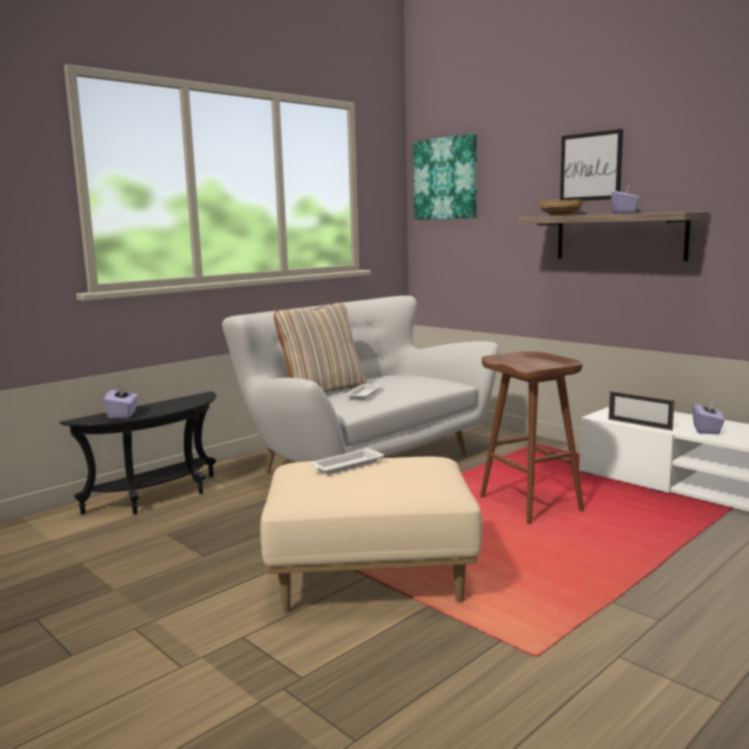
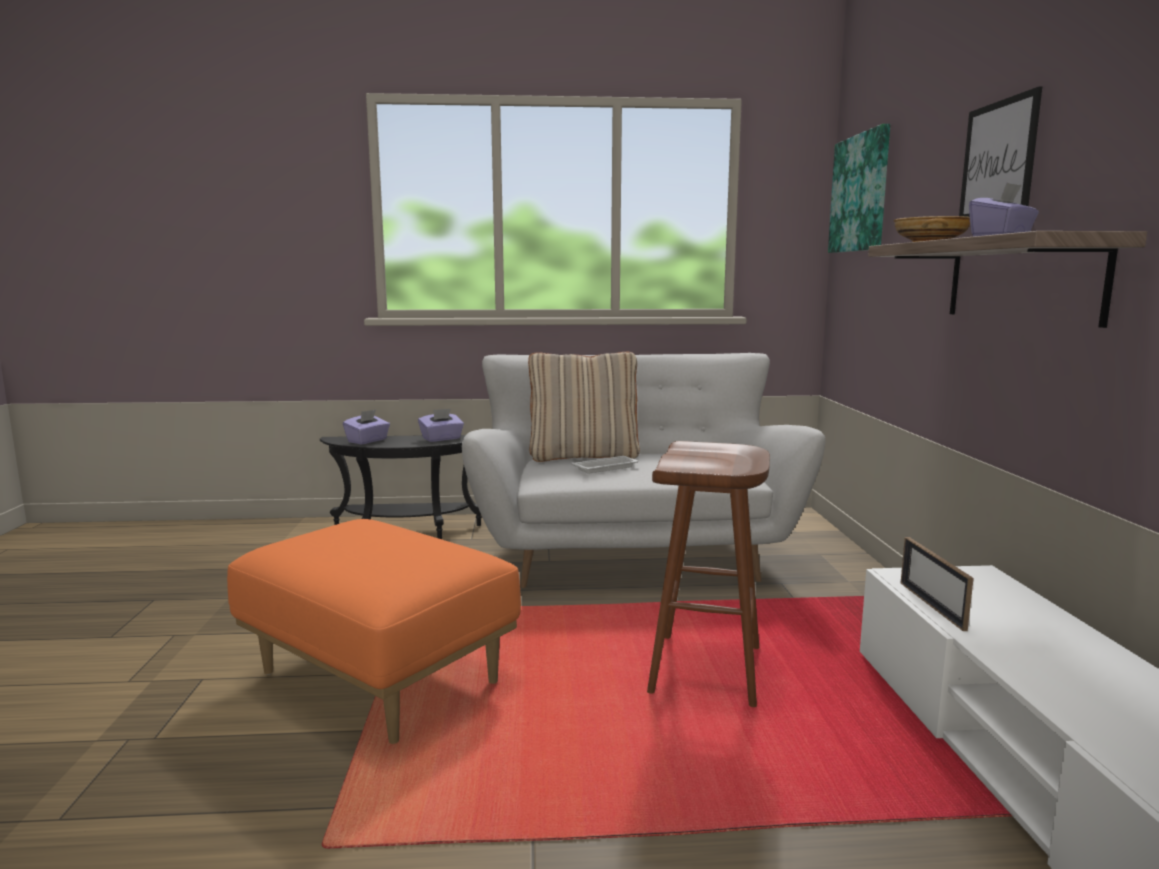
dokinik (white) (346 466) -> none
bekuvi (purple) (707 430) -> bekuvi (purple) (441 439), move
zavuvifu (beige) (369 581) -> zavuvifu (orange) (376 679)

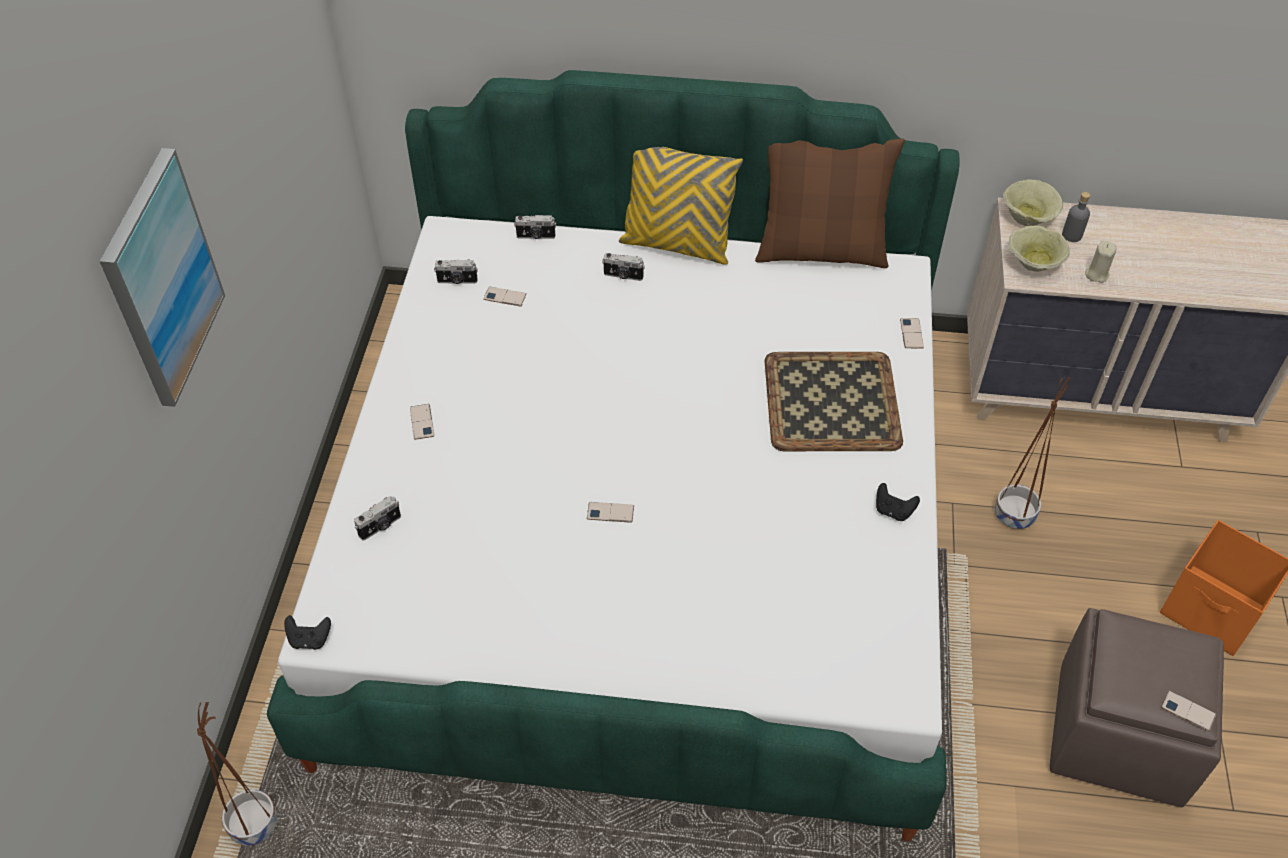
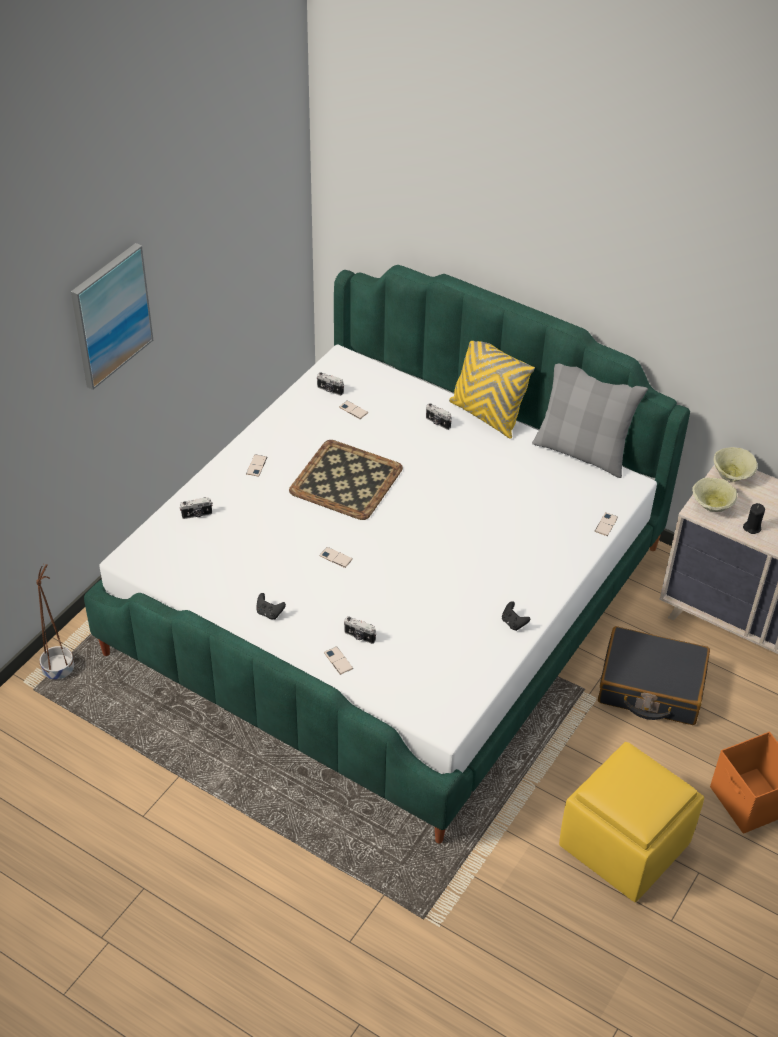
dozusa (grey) (1071 235) -> none
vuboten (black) (310 640) -> vuboten (black) (269 613), move
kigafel (536 236) -> kigafel (359 637), move
dokinik (832 401) -> dokinik (347 480), move
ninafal (1188 711) -> ninafal (338 660), move
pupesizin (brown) (1015 514) -> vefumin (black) (651 687)
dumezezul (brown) (821 251) -> dumezezul (grey) (582 452)
zavuvifu (brown) (1120 733) -> zavuvifu (yellow) (625 845)
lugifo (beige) (1096 274) -> lugifo (black) (752 527)

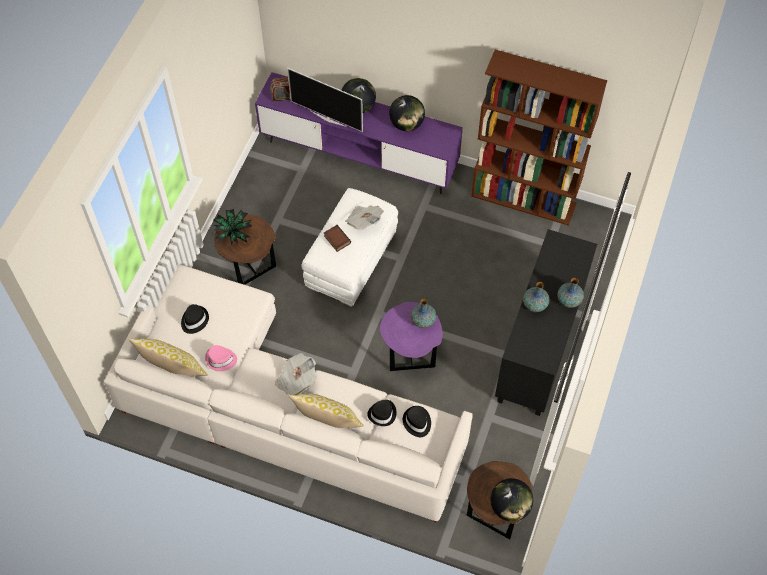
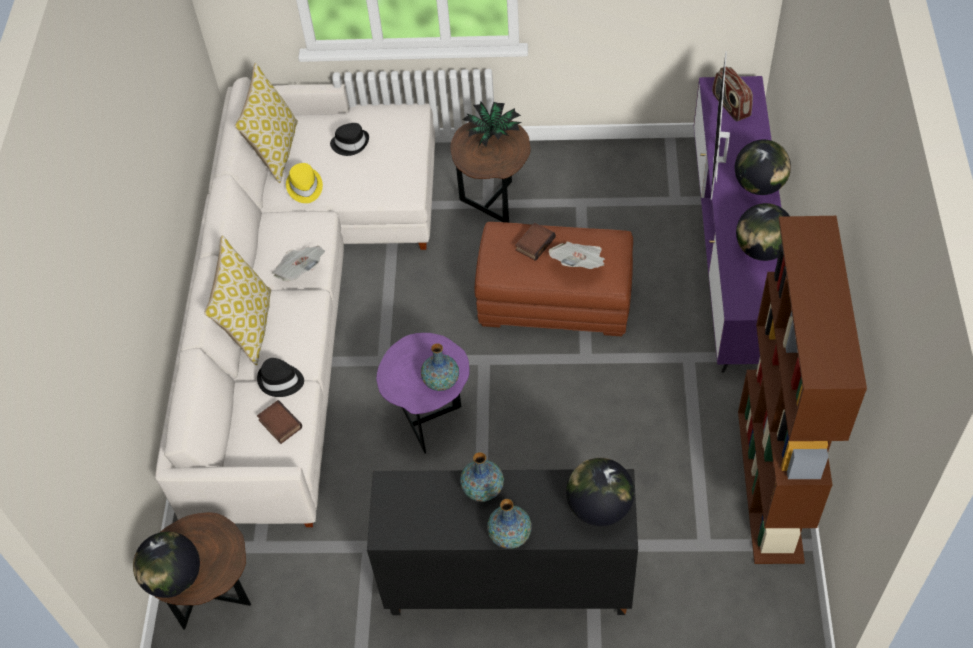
none -> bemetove (599 507)
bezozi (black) (417 422) -> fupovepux (279 424)
bezozi (pink) (221 359) -> bezozi (yellow) (304 187)
zavuvifu (white) (351 259) -> zavuvifu (brown) (556 301)

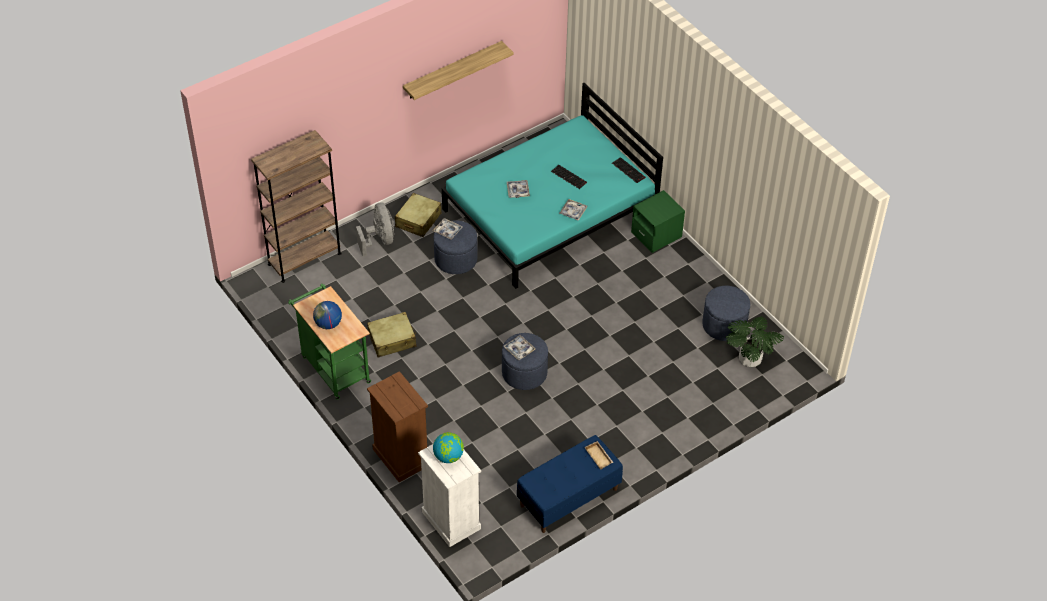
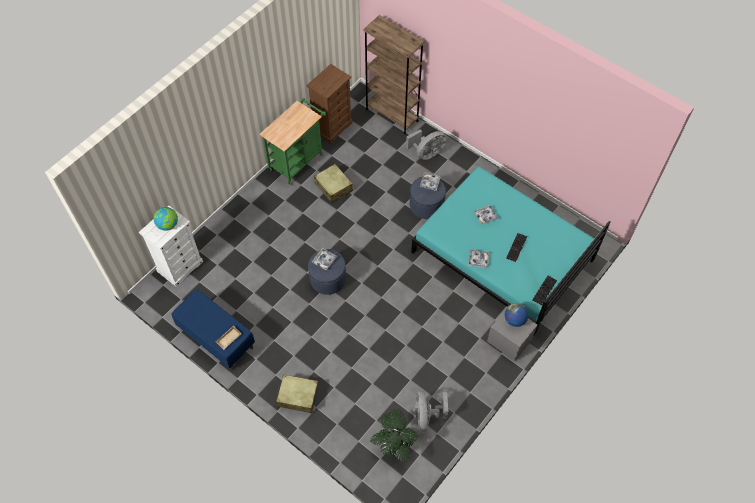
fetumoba (453 70) -> none
bemetove (328 324) -> bemetove (514 320), move
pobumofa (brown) (400 457) -> pobumofa (brown) (332 126), move
vefumin (beige) (418 220) -> vefumin (beige) (298 396), move
zavuvifu (blue) (724 325) -> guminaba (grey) (426 416)
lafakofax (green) (656 235) -> lafakofax (grey) (509 341)

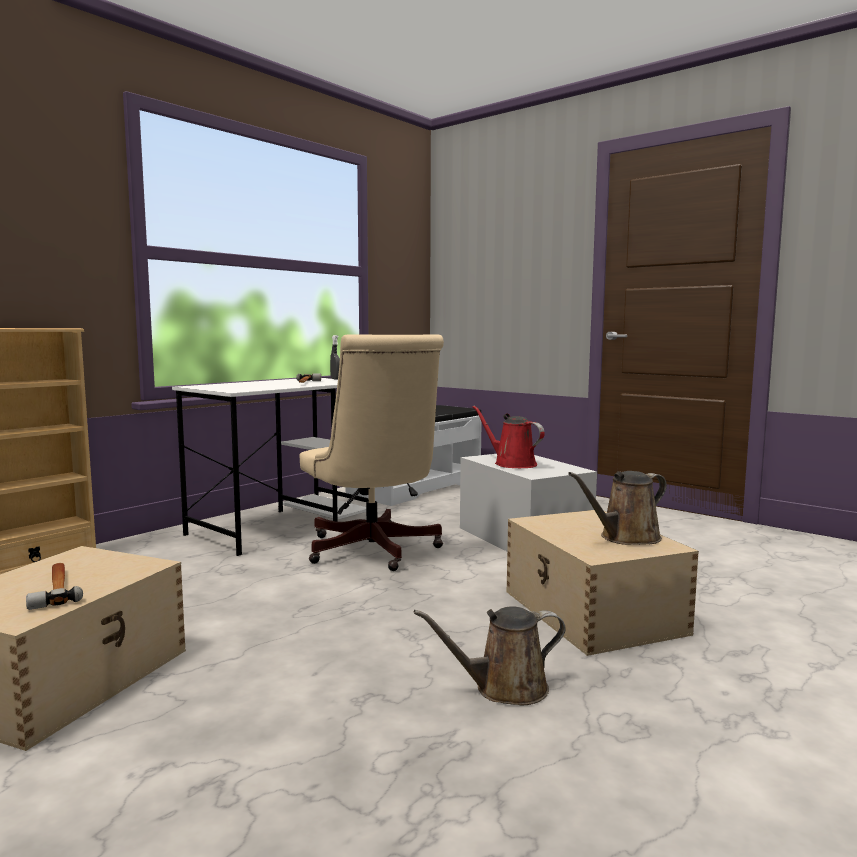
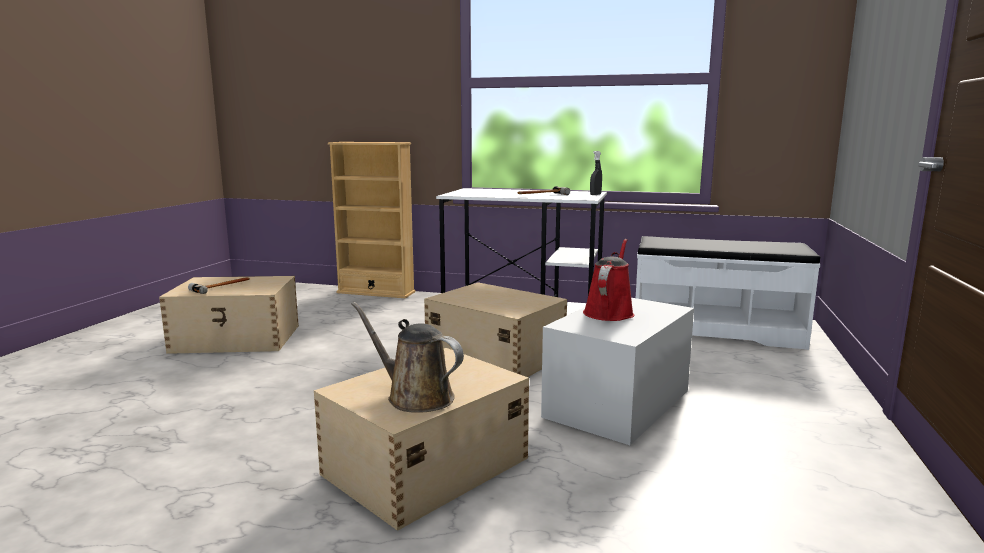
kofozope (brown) (504 688) -> none
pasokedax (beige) (374 552) -> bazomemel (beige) (494 355)

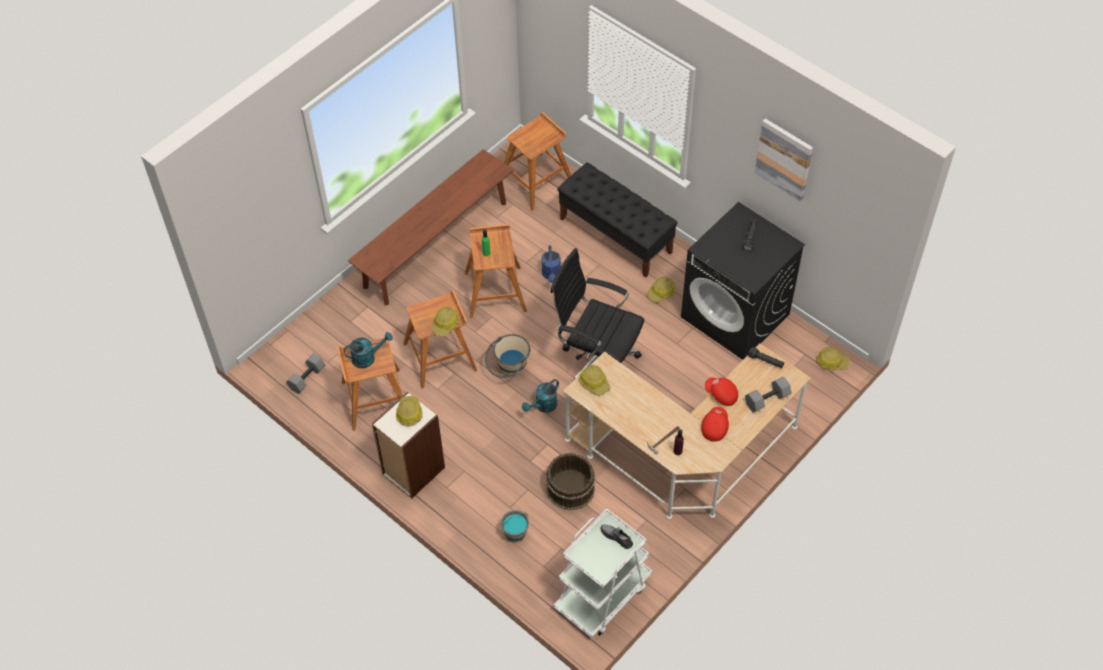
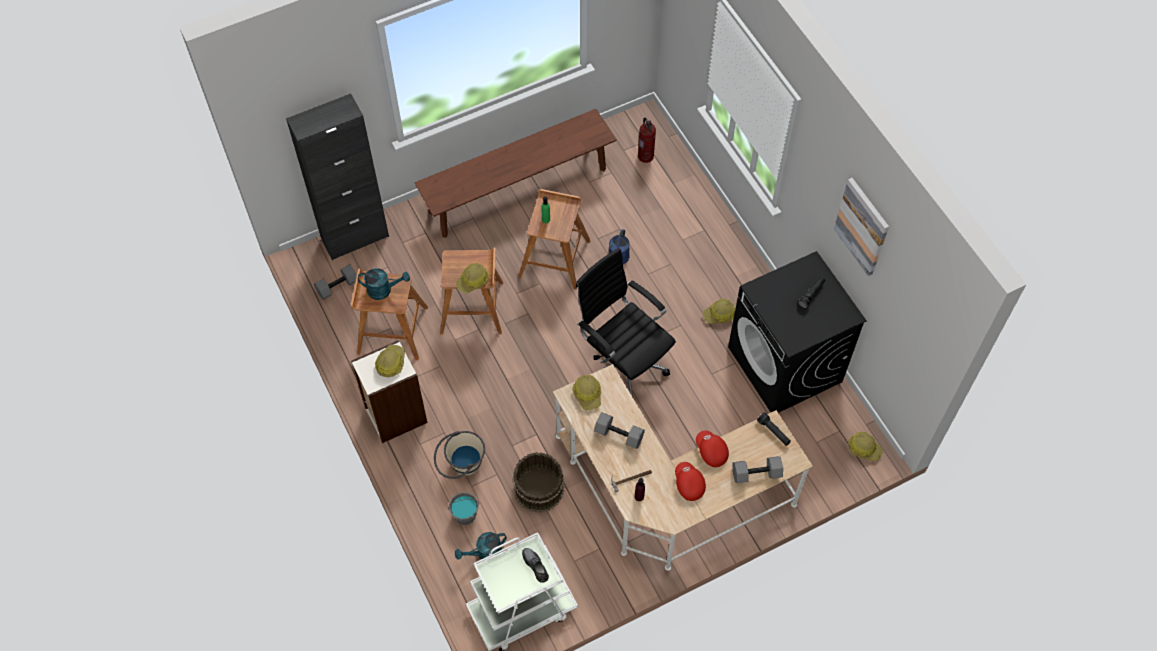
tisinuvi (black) (616 235) -> none
none -> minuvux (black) (355 238)
none -> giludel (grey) (619 434)
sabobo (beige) (508 369) -> sabobo (beige) (461 466), move
kofozope (turquoise) (543 406) -> kofozope (turquoise) (485 554), move
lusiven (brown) (537 181) -> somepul (646 156)
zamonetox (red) (714 427) -> zamonetox (red) (688 484), 60 degrees counterclockwise

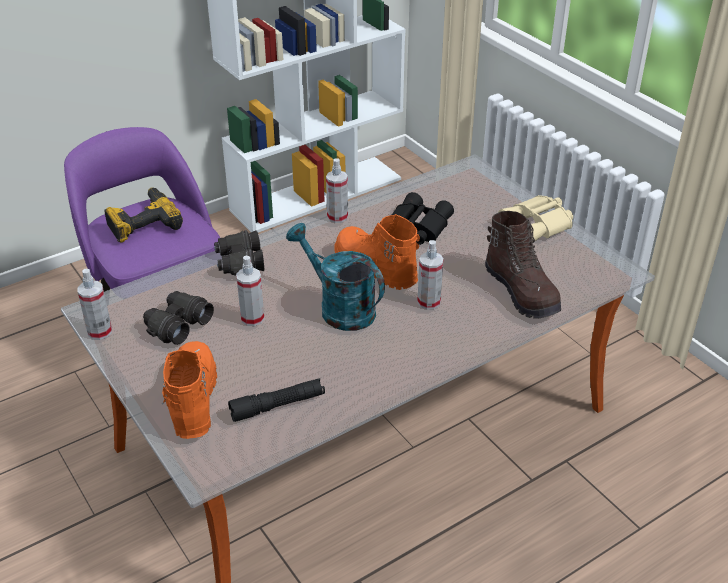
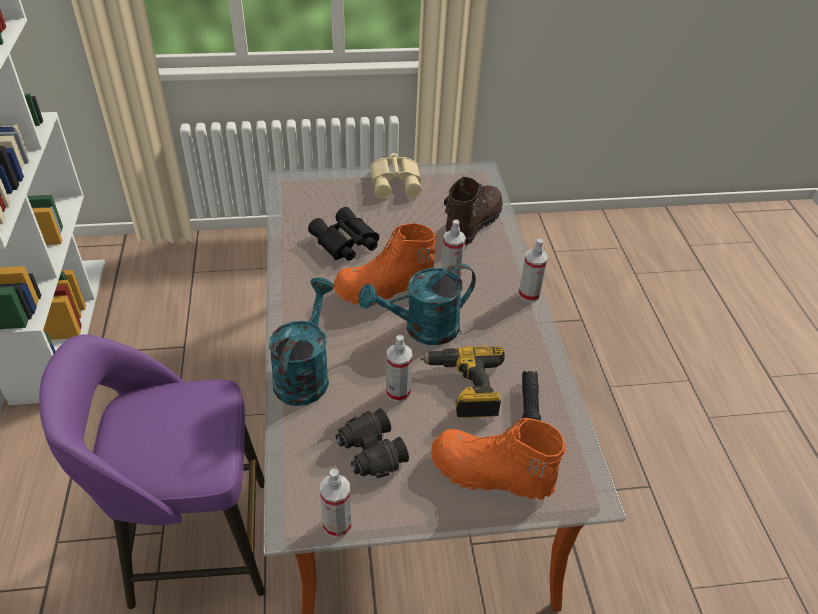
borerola (143 223) -> borerola (465 387), move
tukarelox (337 217) -> tukarelox (529 294), move
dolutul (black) (239 263) -> kofozope (turquoise) (304 373)
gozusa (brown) (522 292) -> gozusa (brown) (471 224), 60 degrees counterclockwise

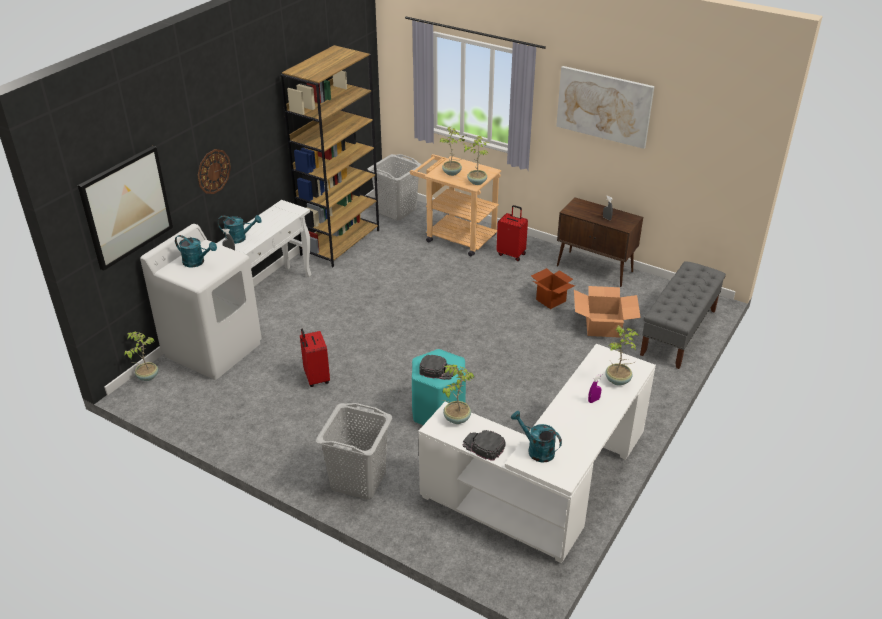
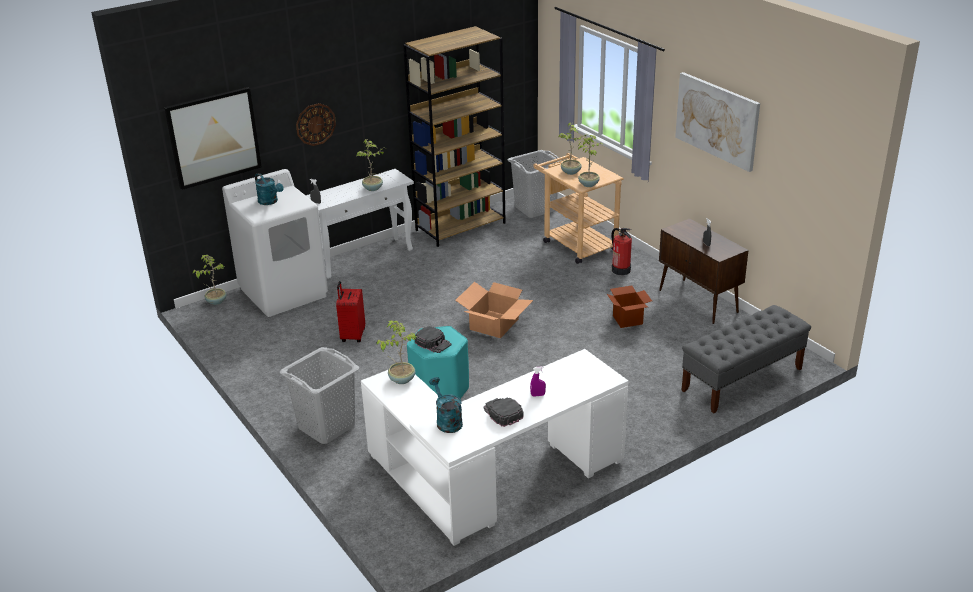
kofozope (turquoise) (240 238) -> none
zamonetox (black) (483 446) -> zamonetox (black) (502 413), move
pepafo (603 325) -> pepafo (494 324), move
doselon (618 380) -> doselon (373 188), move
vefumin (red) (511 254) -> somepul (620 270)

